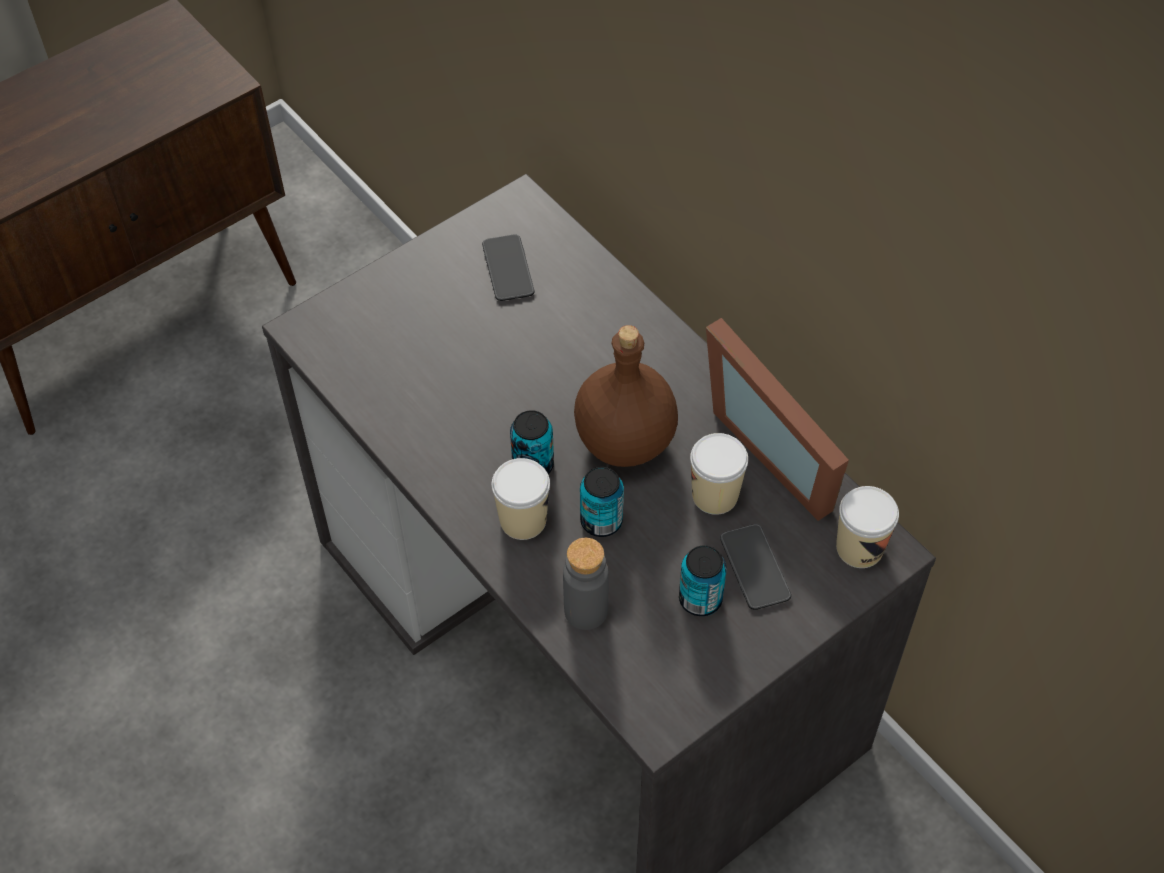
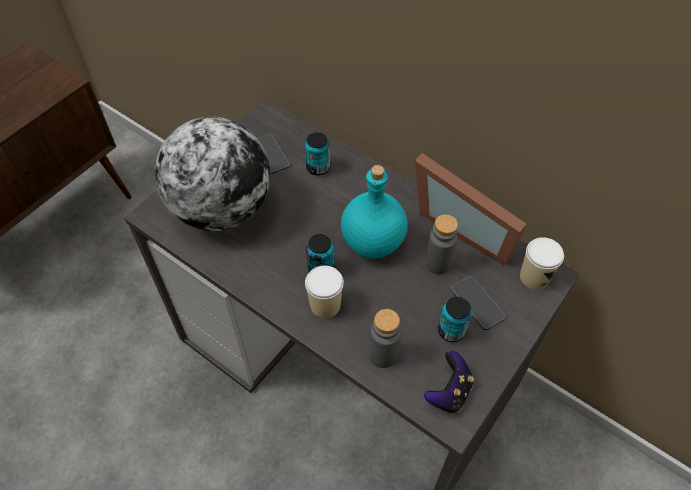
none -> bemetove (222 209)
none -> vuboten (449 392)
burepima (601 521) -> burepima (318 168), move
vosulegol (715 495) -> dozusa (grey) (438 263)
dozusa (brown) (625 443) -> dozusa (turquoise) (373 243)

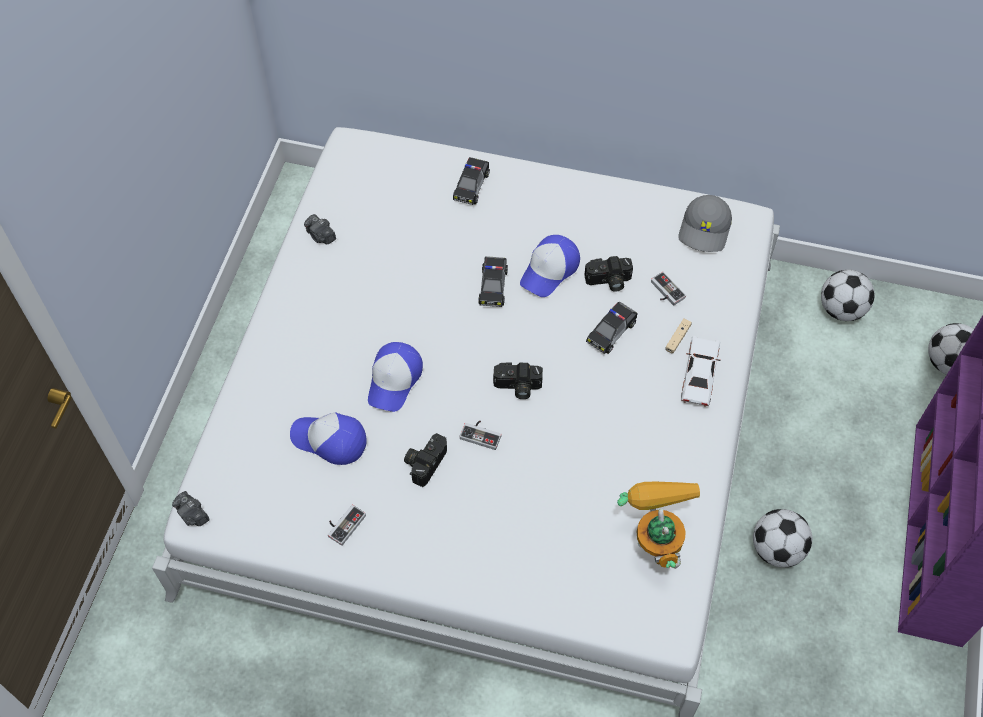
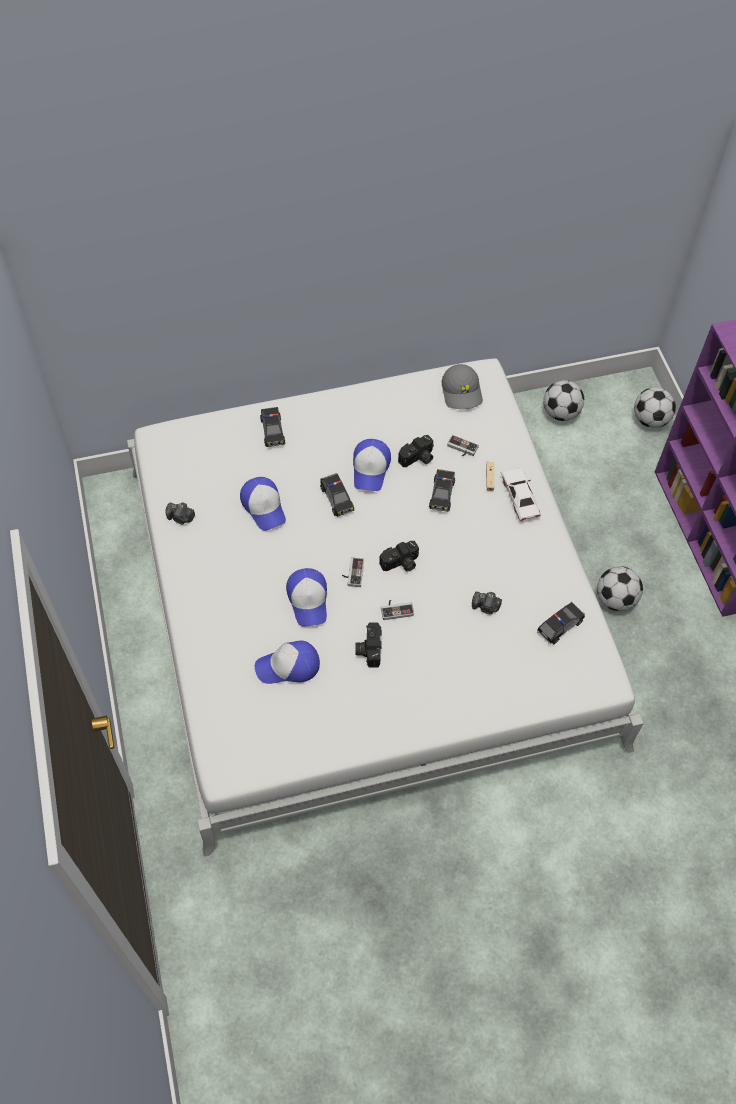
none -> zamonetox (264 506)
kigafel (193 515) -> kigafel (486 607), move
vuboten (343 524) -> vuboten (352 573), move
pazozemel (654 541) -> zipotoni (559 626)

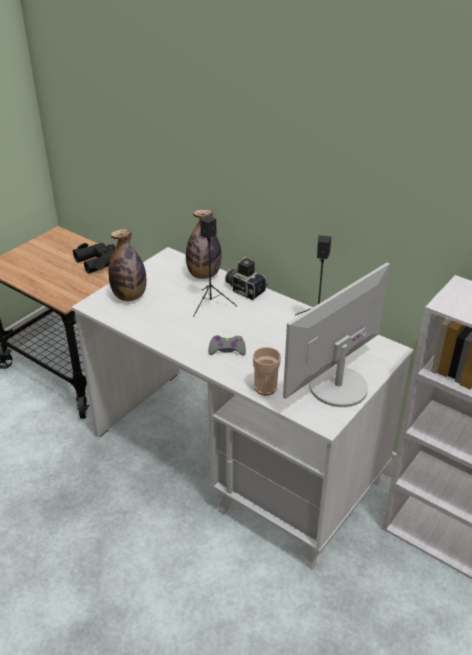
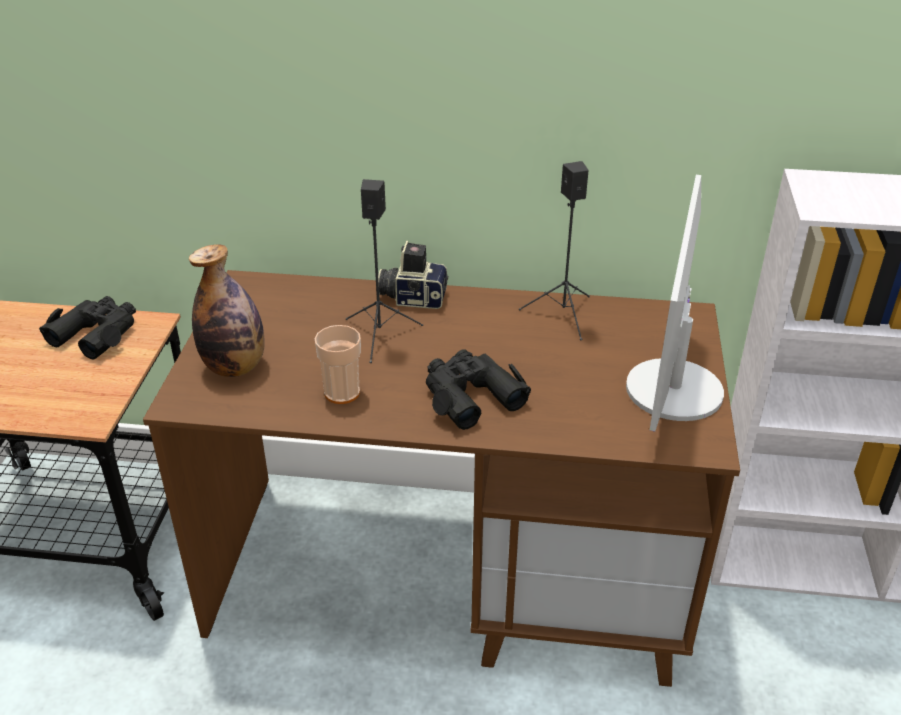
dozusa (204 275) -> none
vosulegol (265 388) -> vosulegol (342 392), move
vuboten (grey) (227 349) -> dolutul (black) (470 395)
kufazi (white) (238 459) -> kufazi (brown) (452 574)

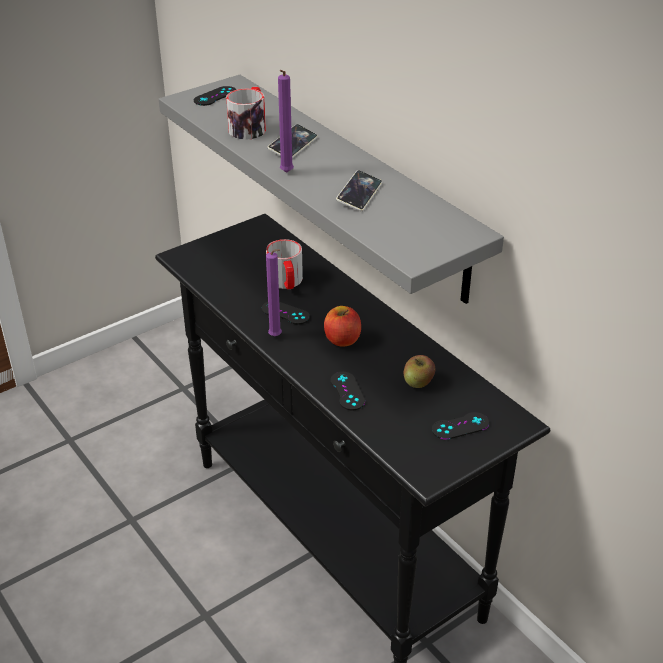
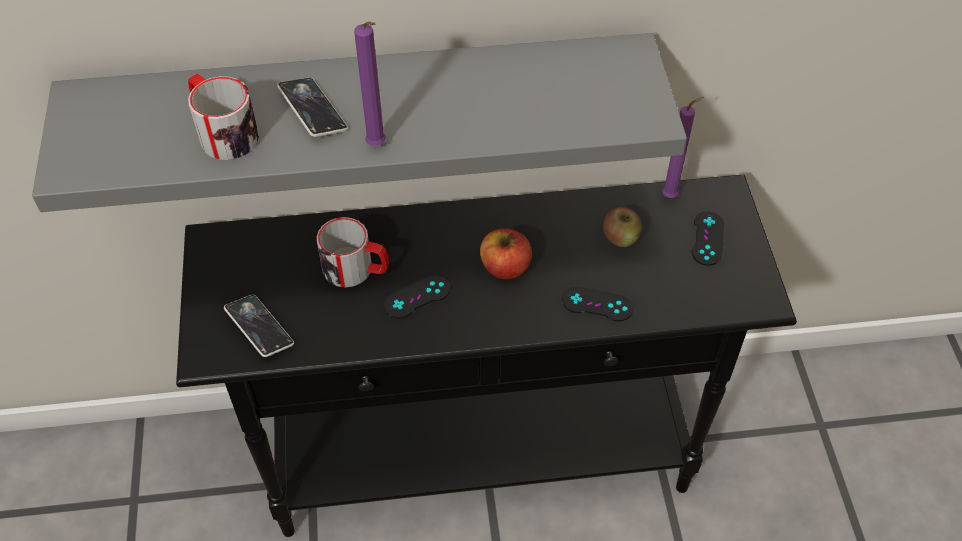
vuboten (black) (215 96) -> none
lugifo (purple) (276 337) -> lugifo (purple) (672 196), move
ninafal (359 194) -> ninafal (259 328), move

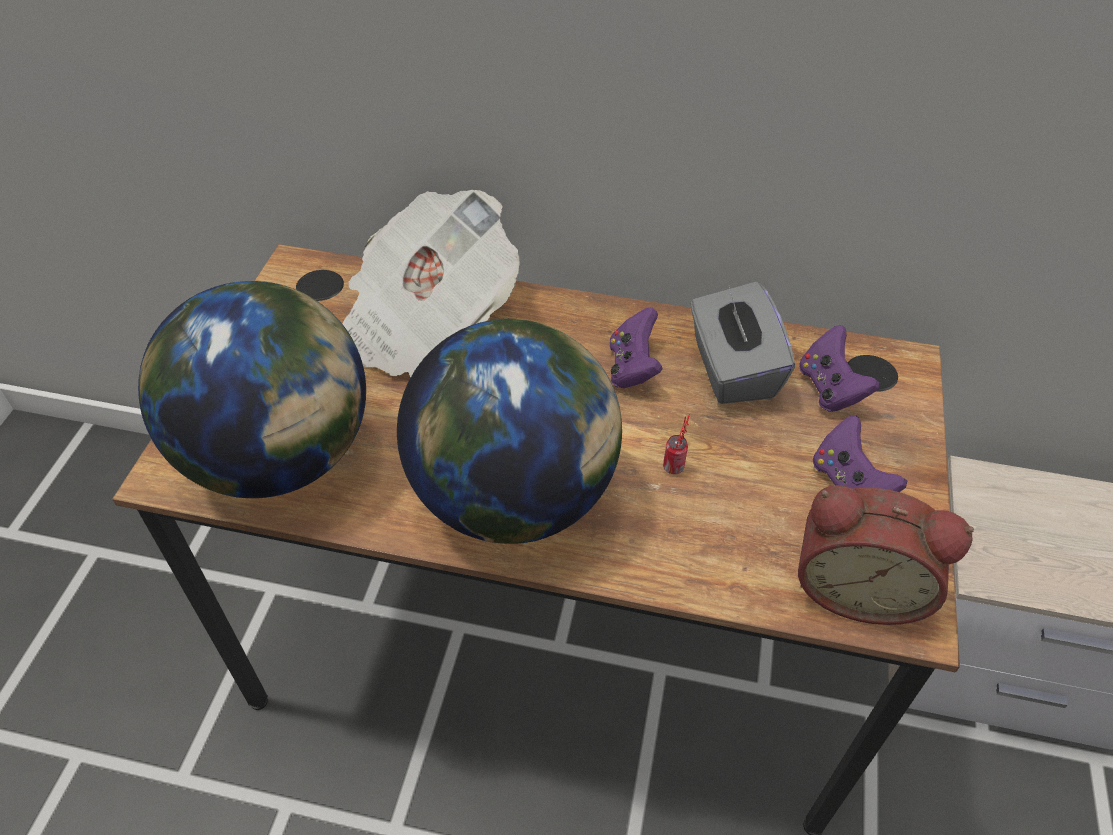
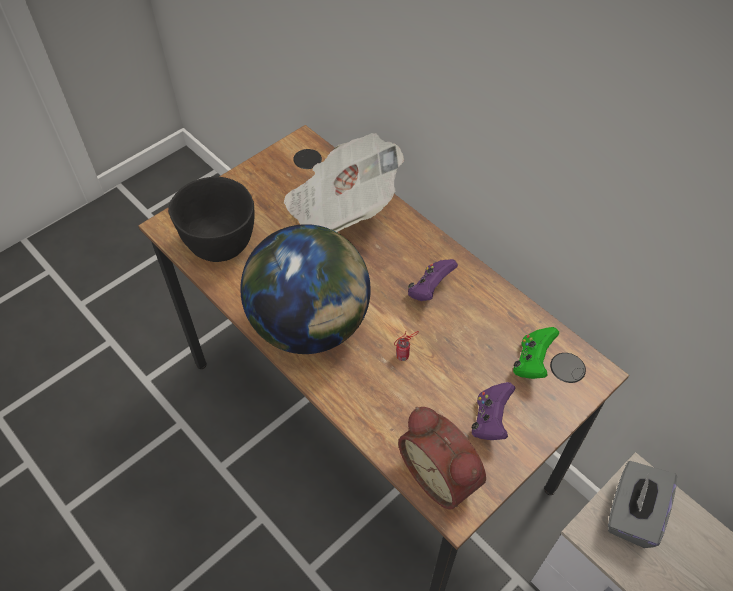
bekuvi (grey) (732 369) -> bekuvi (grey) (632 513), move
bemetove (281 456) -> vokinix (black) (221 243)
vuboten (purple) (830 388) -> vuboten (green) (532 362)

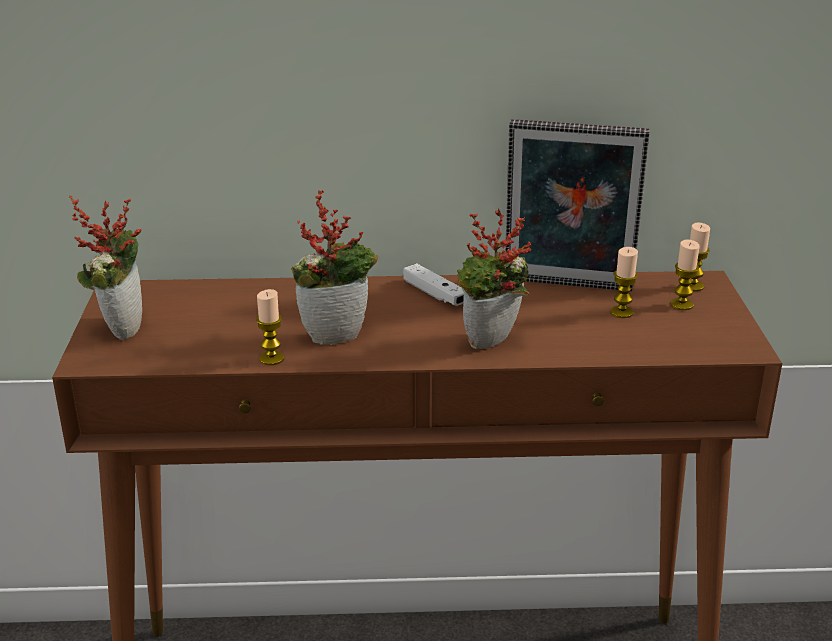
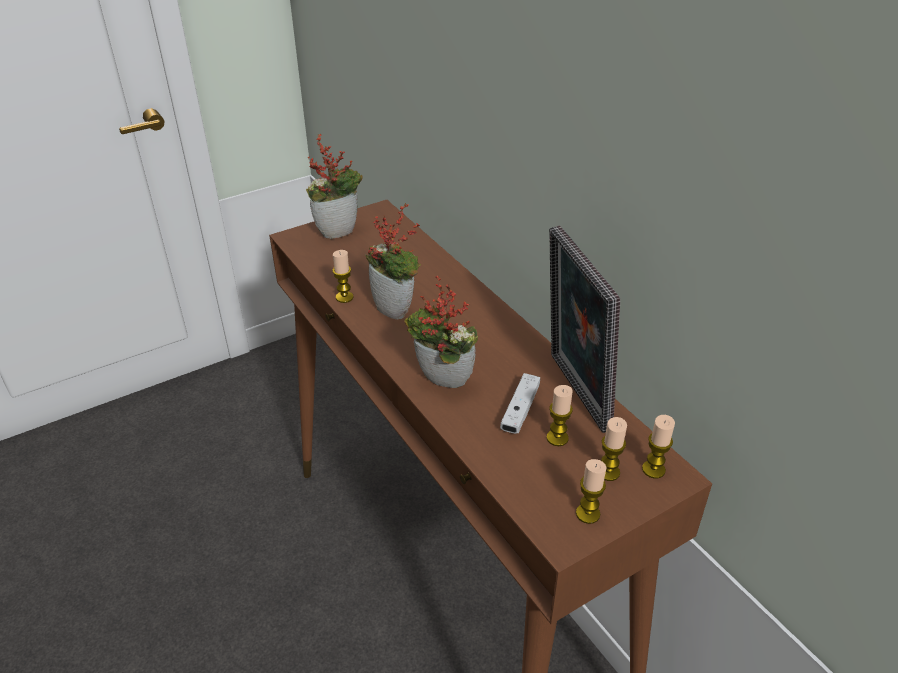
none -> lugifo (587 514)
vuboten (white) (435 294) -> vuboten (white) (520 410), move

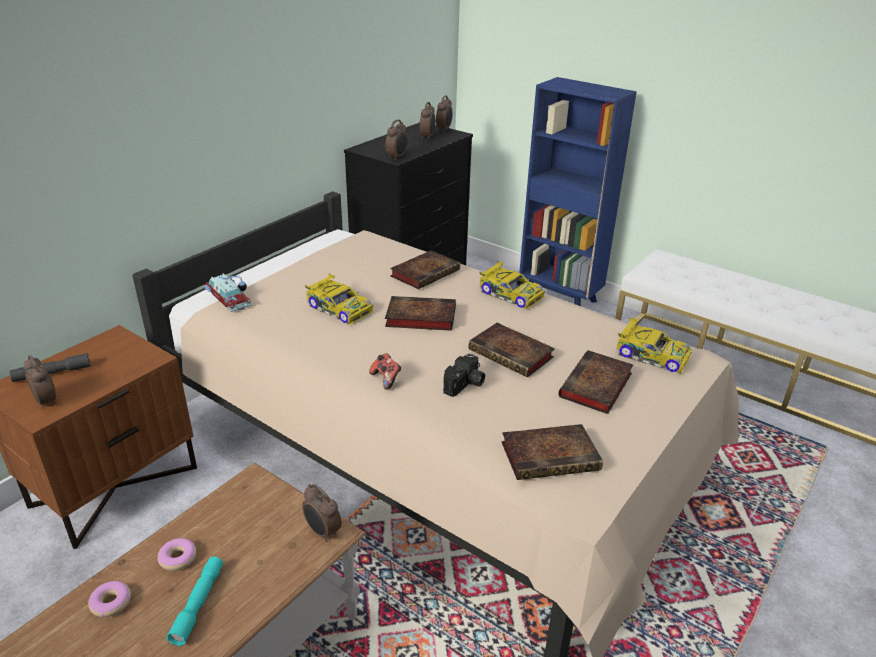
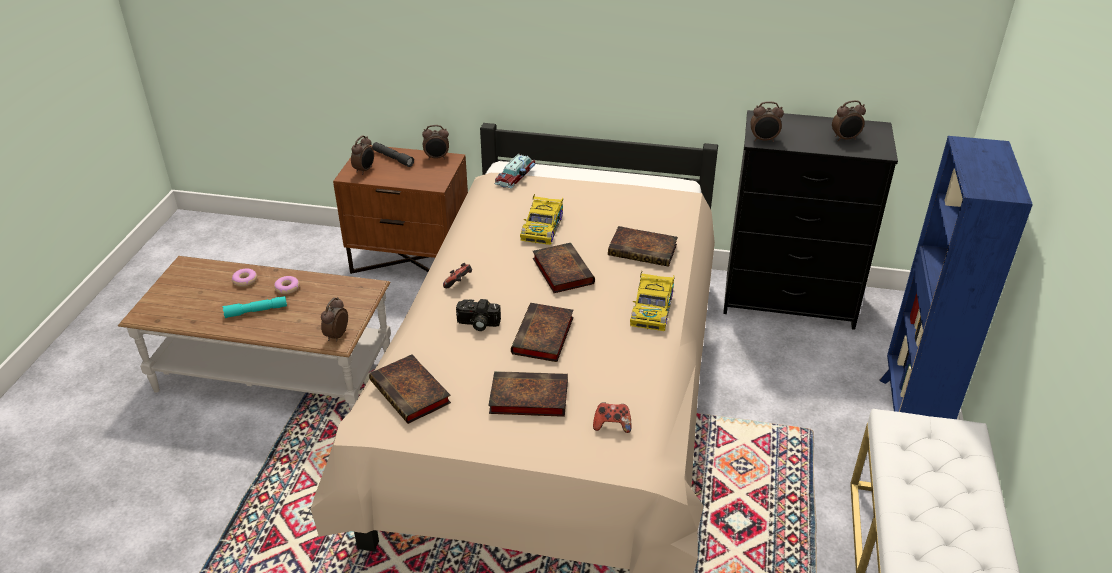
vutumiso (444 129) -> vutumiso (437 158), move
zipotoni (651 354) -> vuboten (612 425)

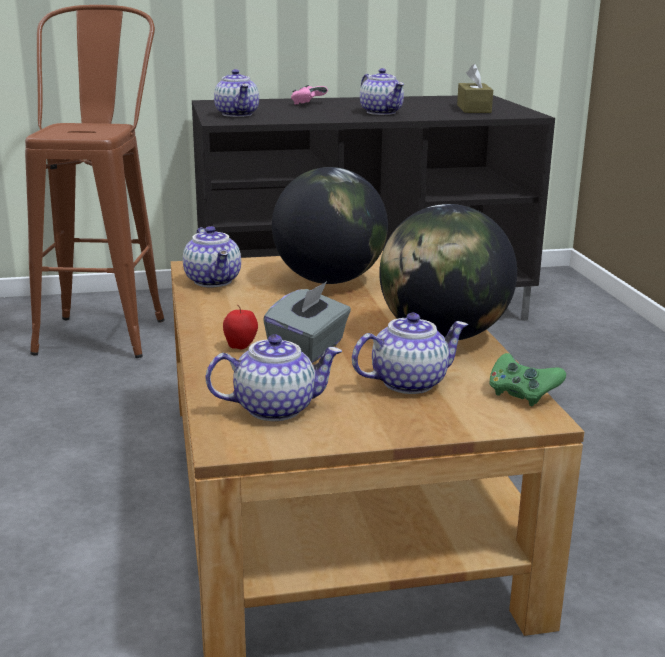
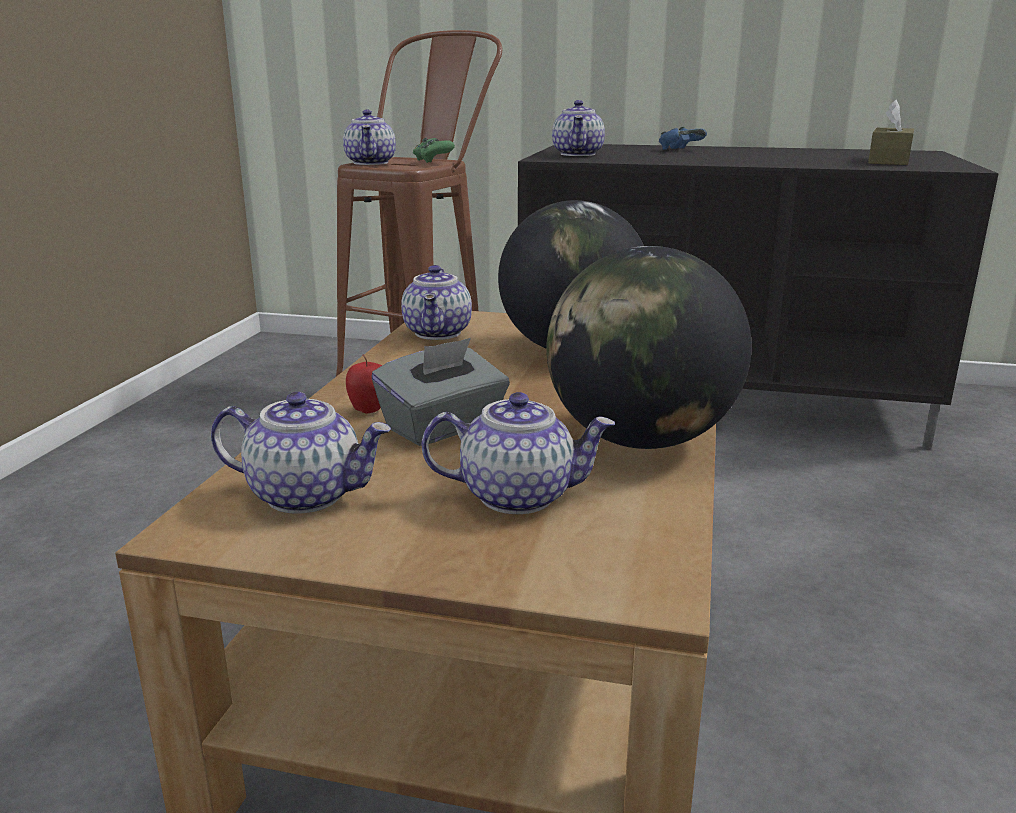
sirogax (382 112) -> sirogax (371 163), move
vuboten (green) (521 395) -> vuboten (green) (432 161), move
vuboten (pink) (308 104) -> vuboten (blue) (679 150)

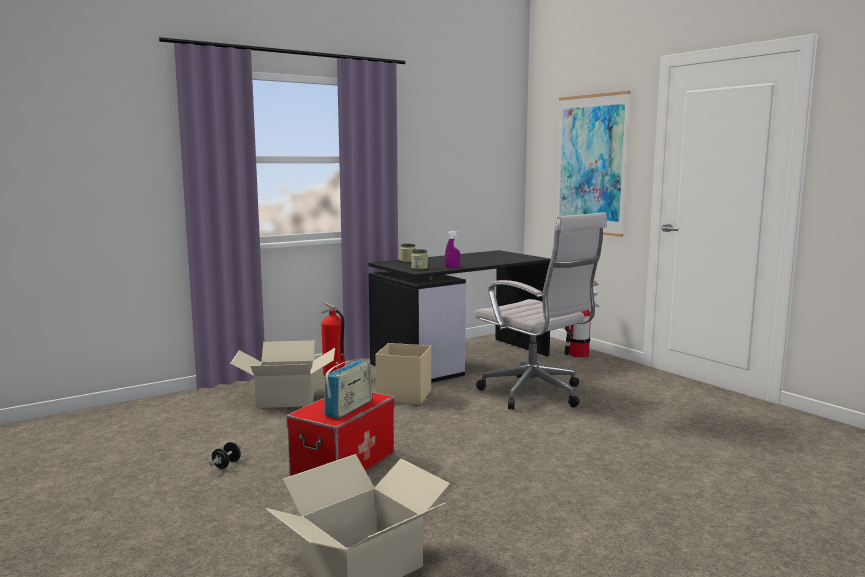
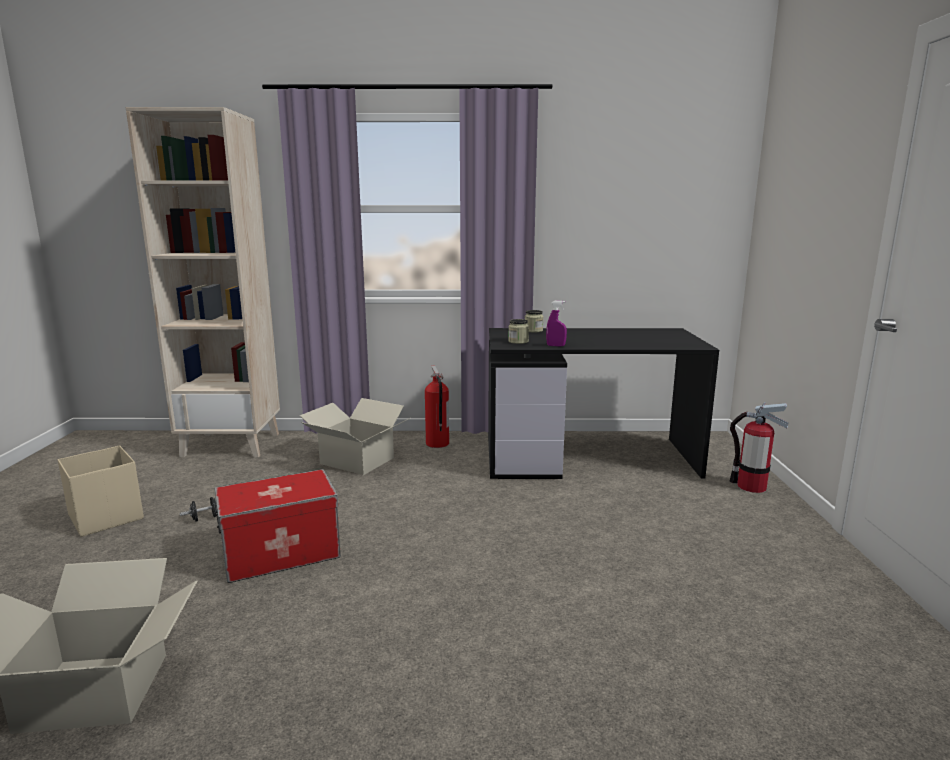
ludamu (349 408) -> none
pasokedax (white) (536 394) -> none
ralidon (591 164) -> none
none -> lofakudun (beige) (232 444)
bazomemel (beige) (403 395) -> bazomemel (beige) (106 516), move

